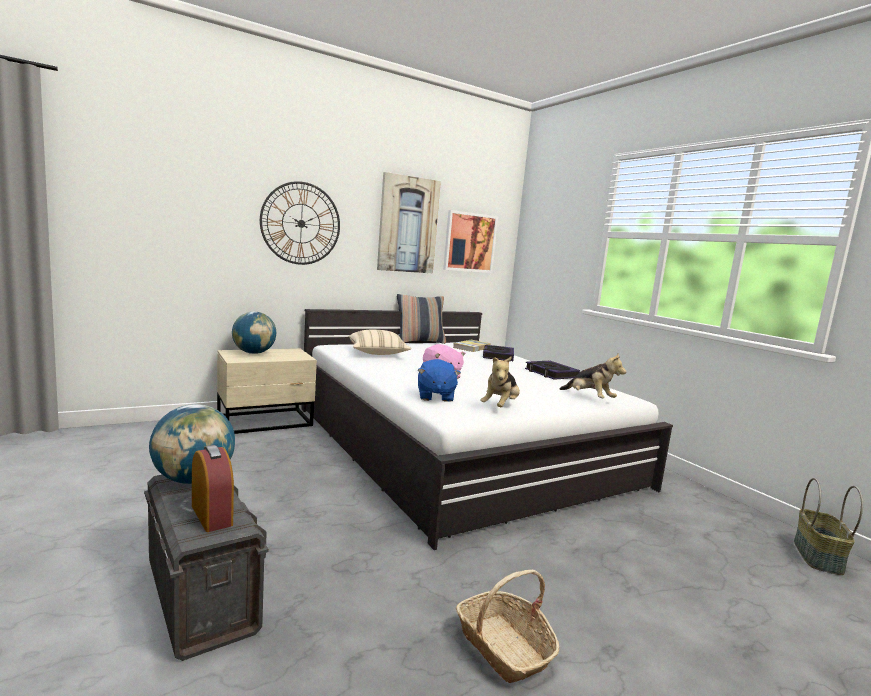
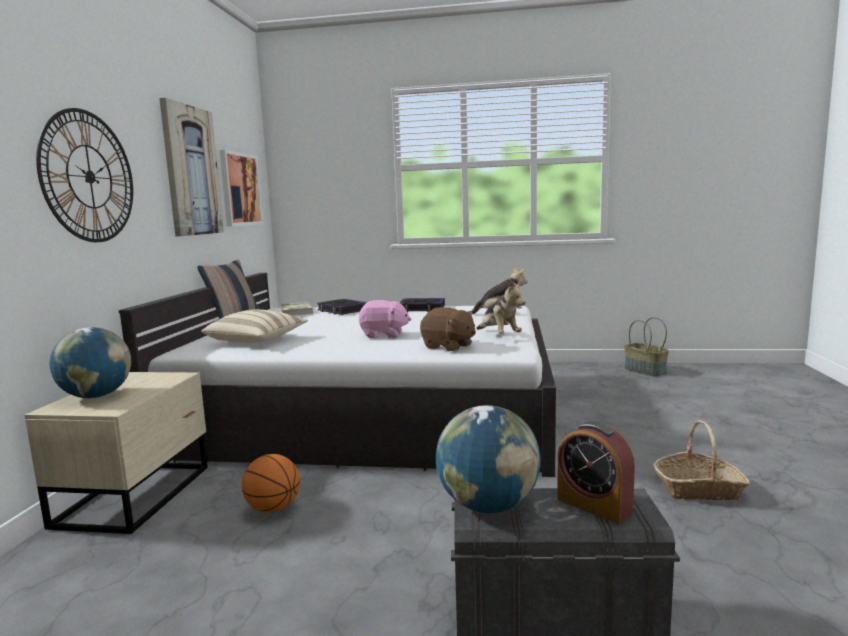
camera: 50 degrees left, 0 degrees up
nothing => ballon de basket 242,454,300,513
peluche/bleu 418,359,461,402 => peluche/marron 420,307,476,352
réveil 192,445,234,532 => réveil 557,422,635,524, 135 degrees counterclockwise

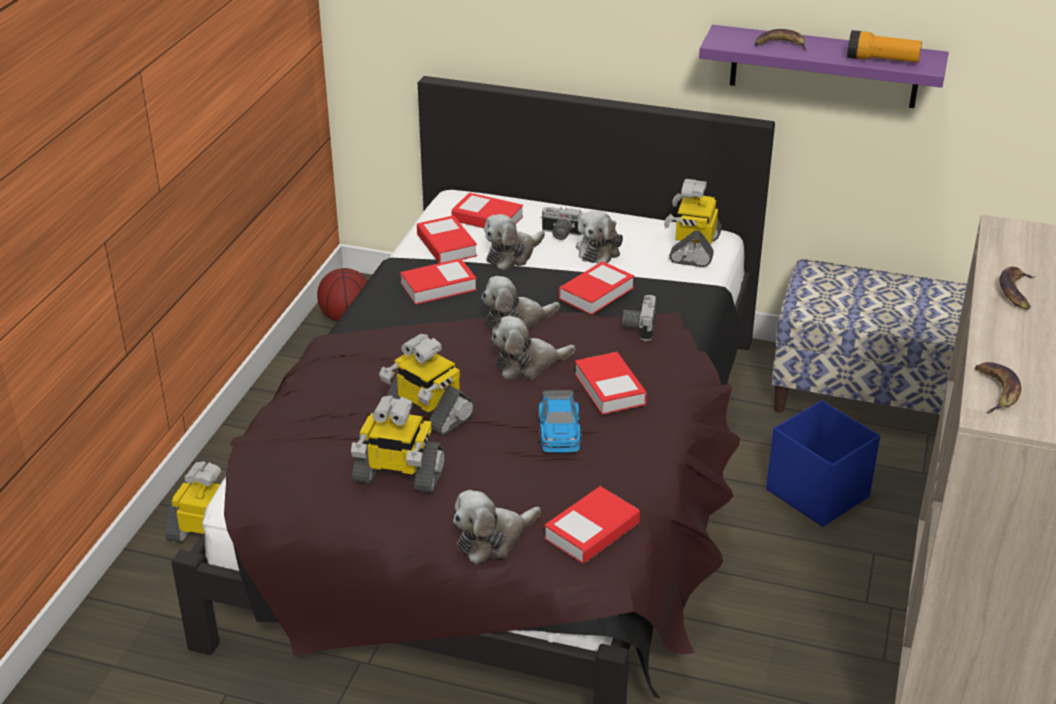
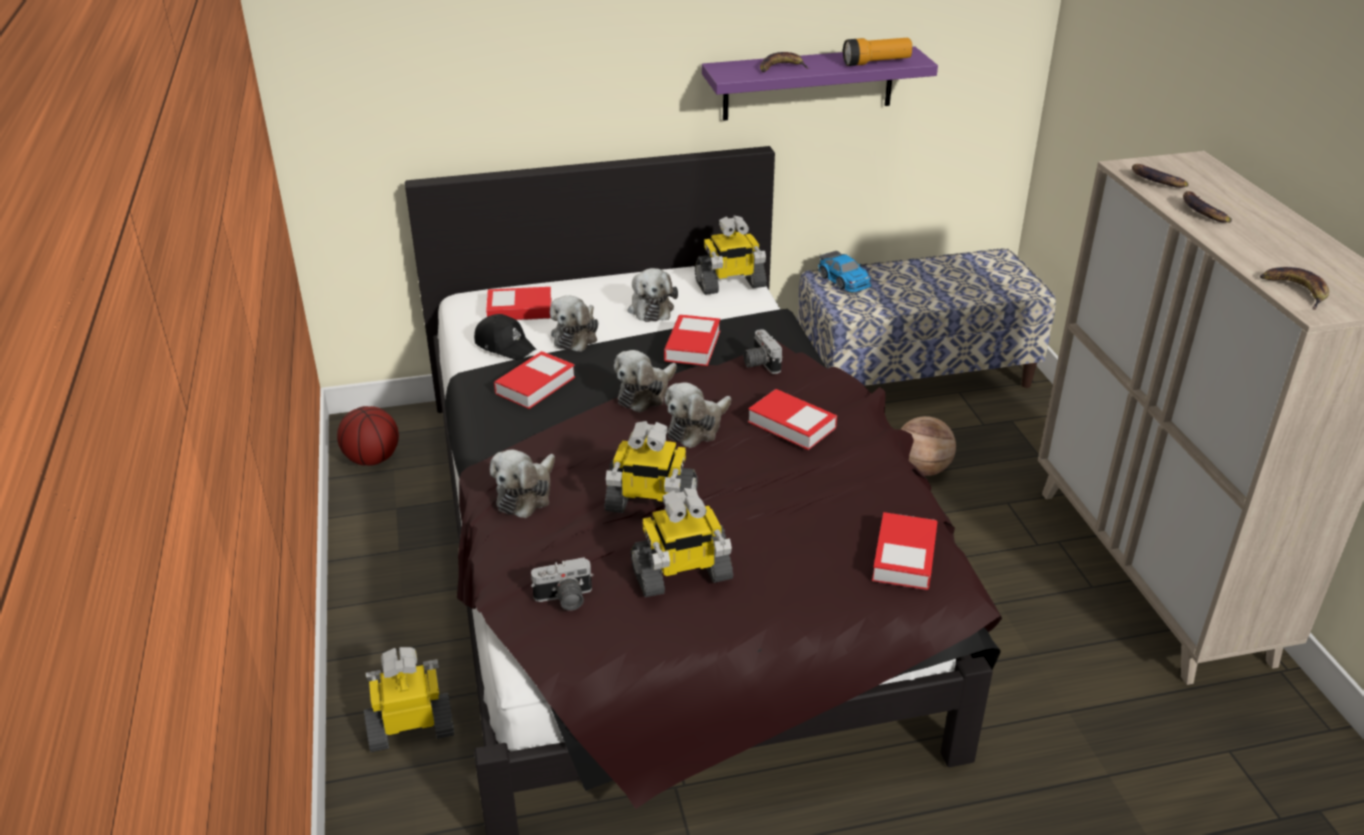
camera: 30 degrees left, 0 degrees up
livre 417,215,477,263 => casquette/noir 474,314,536,360
peluche 453,490,541,564 => peluche 490,450,555,518, move
appareil photo 540,207,583,240 => appareil photo 531,557,594,611, move
robot jouet 664,179,722,267 => robot jouet 695,215,767,295, 90 degrees counterclockwise
petite voiture 538,390,581,453 => petite voiture 818,251,872,293, move
boîte de rangement/bleu 766,400,880,527 => ballon de basket 901,416,956,476
nothing => banane 1132,164,1188,188

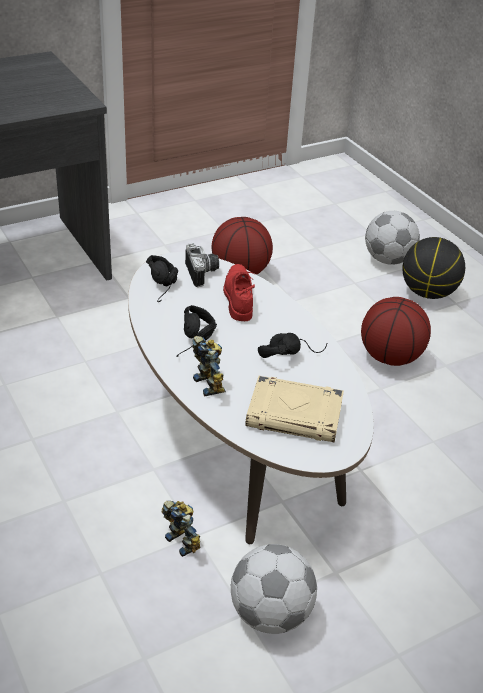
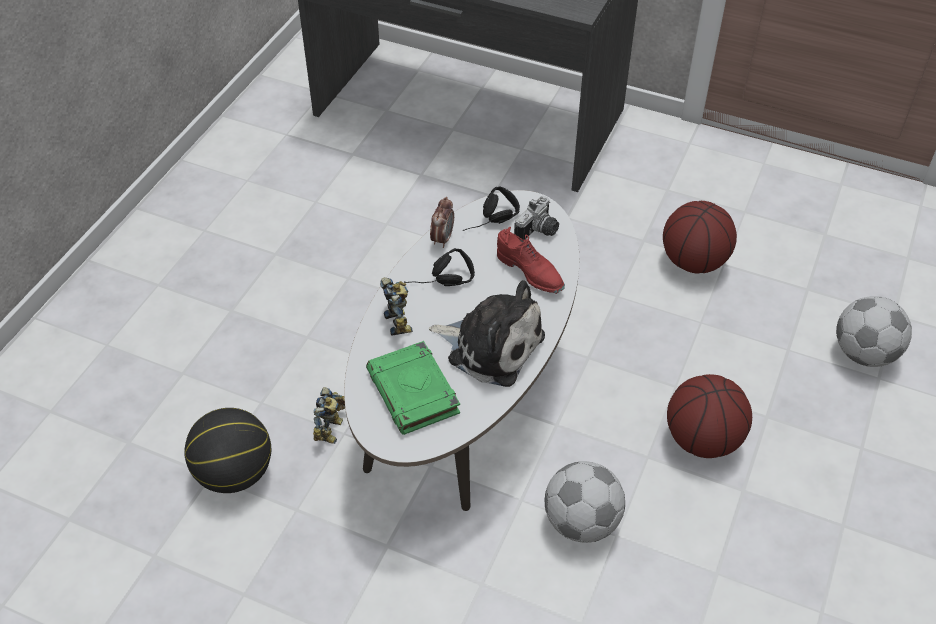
camera: 55 degrees right, 10 degrees up
ballon de basket 402,237,465,299 => ballon de basket 184,408,271,493, move
livre/beige 245,376,344,442 => livre/vert 366,341,460,435
robot jouet 192,336,226,396 => robot jouet 380,277,413,336, 45 degrees counterclockwise
casque audio/noir 258,333,327,358 => peluche 429,280,545,387
nothing => réveil 430,197,454,248
chaussure/rouge 223,264,255,321 => chaussure/rouge 497,227,565,294, 90 degrees clockwise
ballon de foot 231,544,317,634 => ballon de foot 545,461,625,543, move

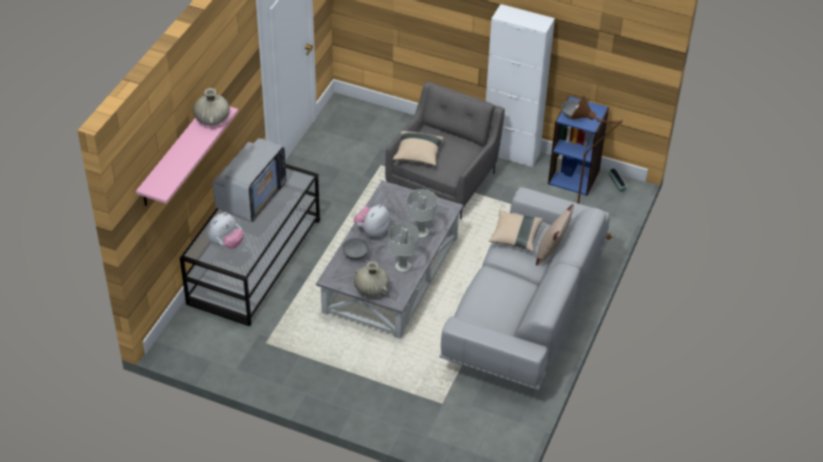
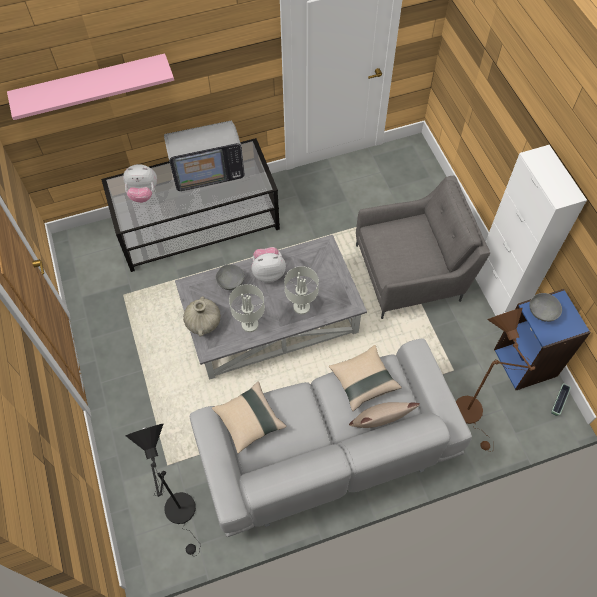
camera: 50 degrees right, 15 degrees up
nothing => lampadaire/noir 126,423,201,556
coussin/beige 393,131,444,166 => coussin/beige 212,381,287,454, move
vase/beige 193,88,230,126 => nothing

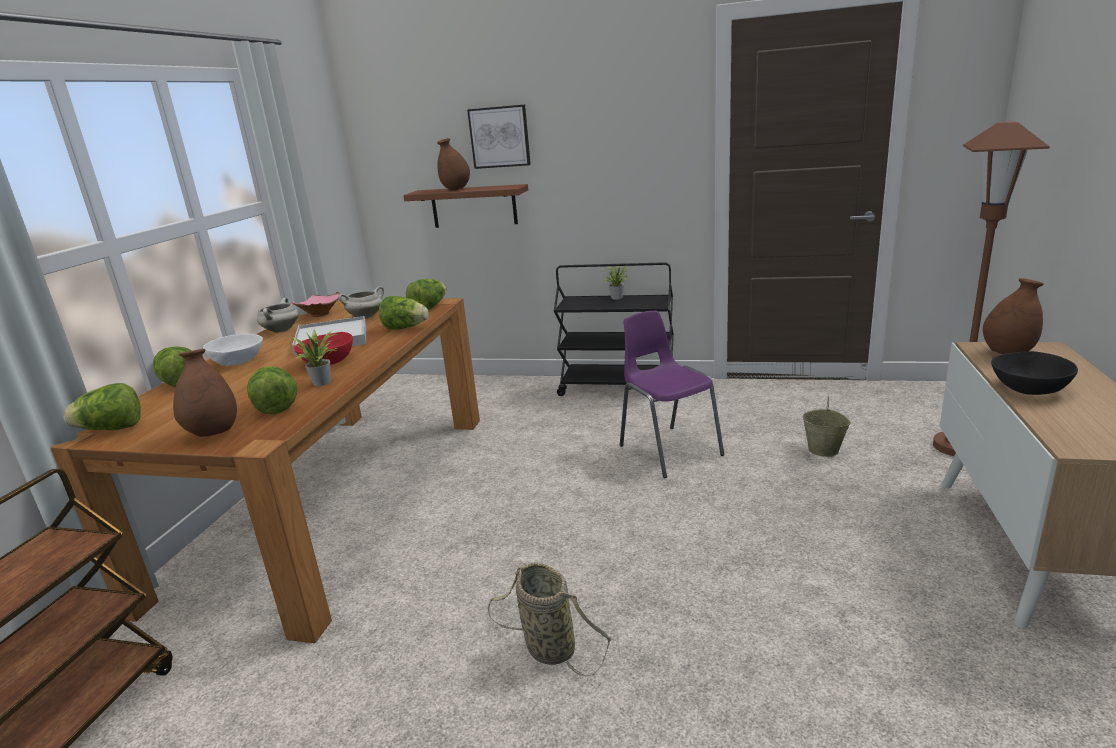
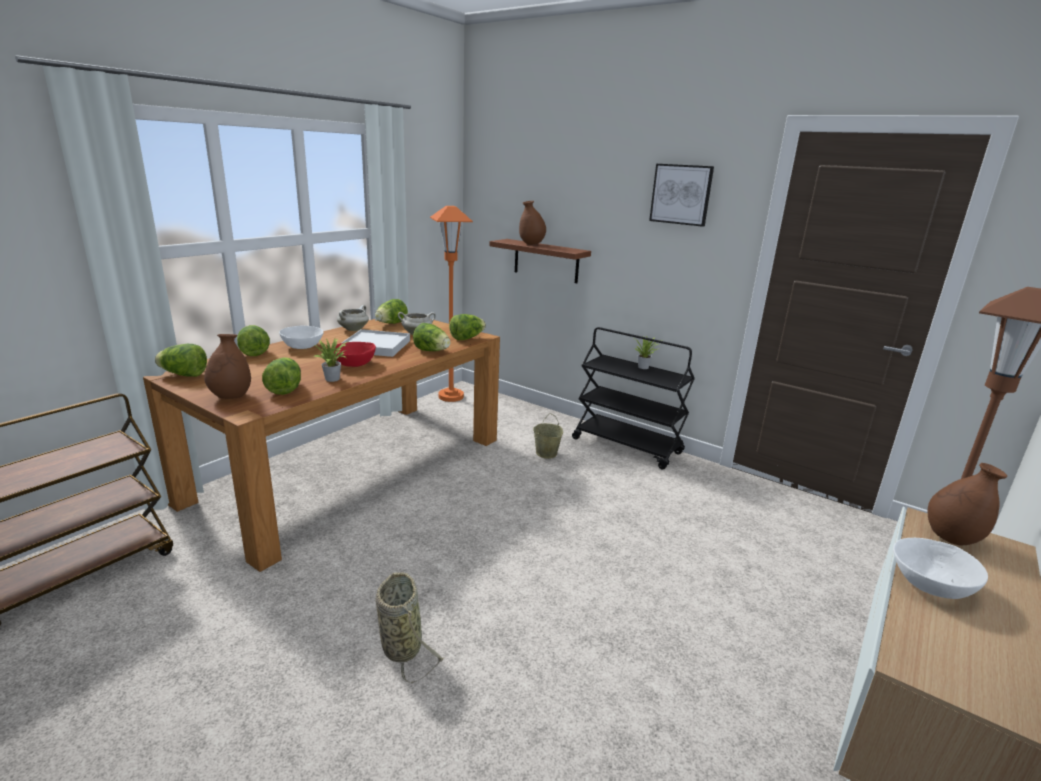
camera: 20 degrees right, 0 degrees up
bol/rose 292,292,340,317 => laitue 375,299,408,324
nothing => lampadaire/orange 430,206,473,402
seau/beige 802,396,851,457 => seau/beige 533,413,563,459, move
tableau 467,105,531,169 => tableau 649,164,714,227, move
bol/noir 991,351,1078,395 => bol/blanc 893,538,988,599
chaise/violet 620,311,724,478 => nothing

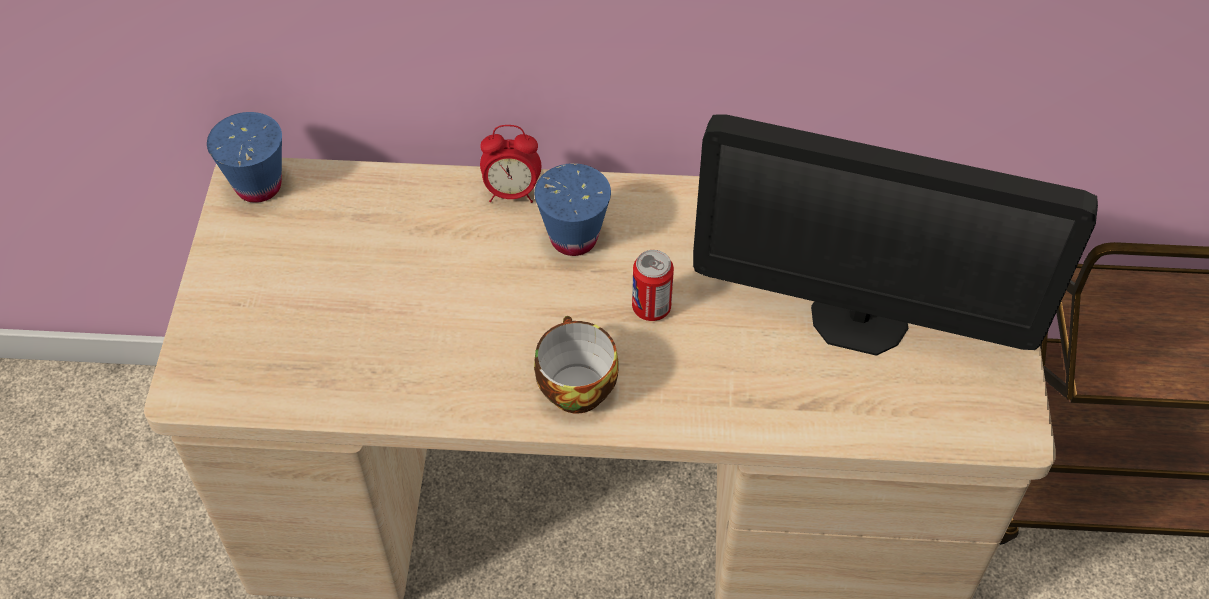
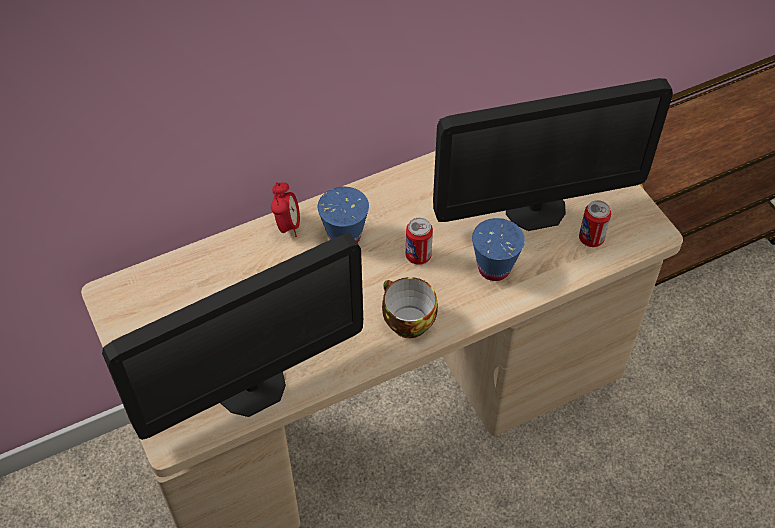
camera: 30 degrees left, 0 degrees up
nothing => écran d'ordinateur 102,233,363,440
réveil 480,125,541,203 => réveil 271,182,300,237, 60 degrees counterclockwise
tasse/bleu 207,112,282,203 => tasse/bleu 472,218,525,281, move
nothing => boîte métallique 579,200,611,247

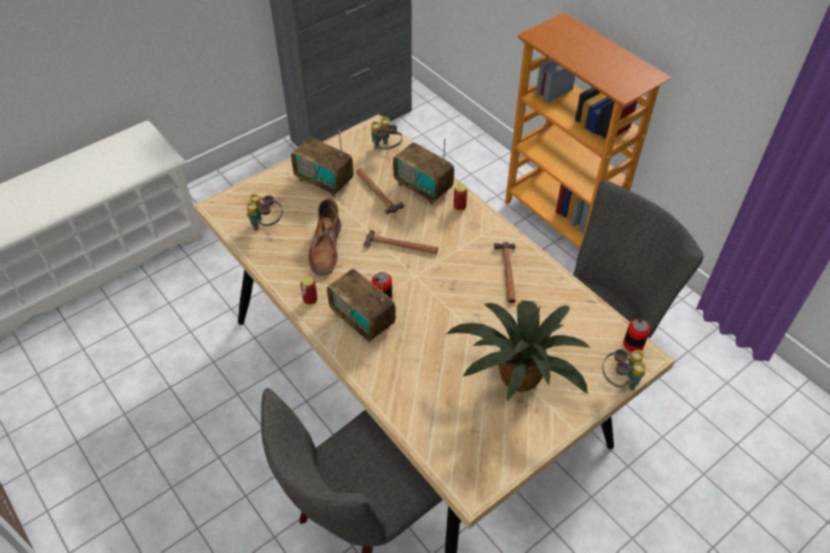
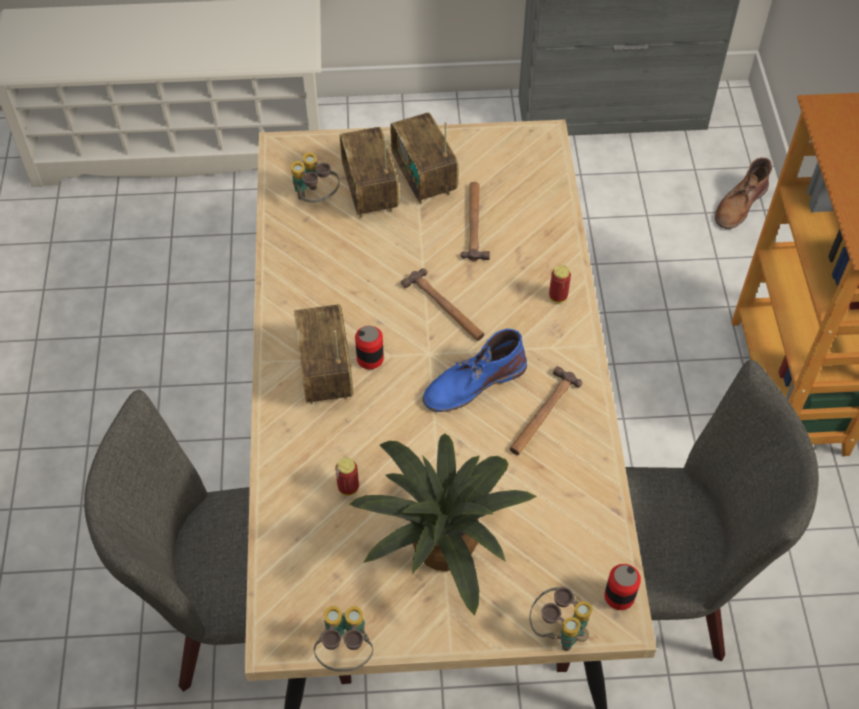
camera: 35 degrees right, 5 degrees up
jumelles 371,117,402,150 => jumelles 314,606,373,672, move
boîte métallique 300,277,317,305 => boîte métallique 335,458,359,496, move
radio 393,139,454,205 => radio 340,127,399,218, move
nothing => botte/bleu 423,329,527,412
botte/marron 309,199,341,276 => botte/marron 715,158,772,229, move

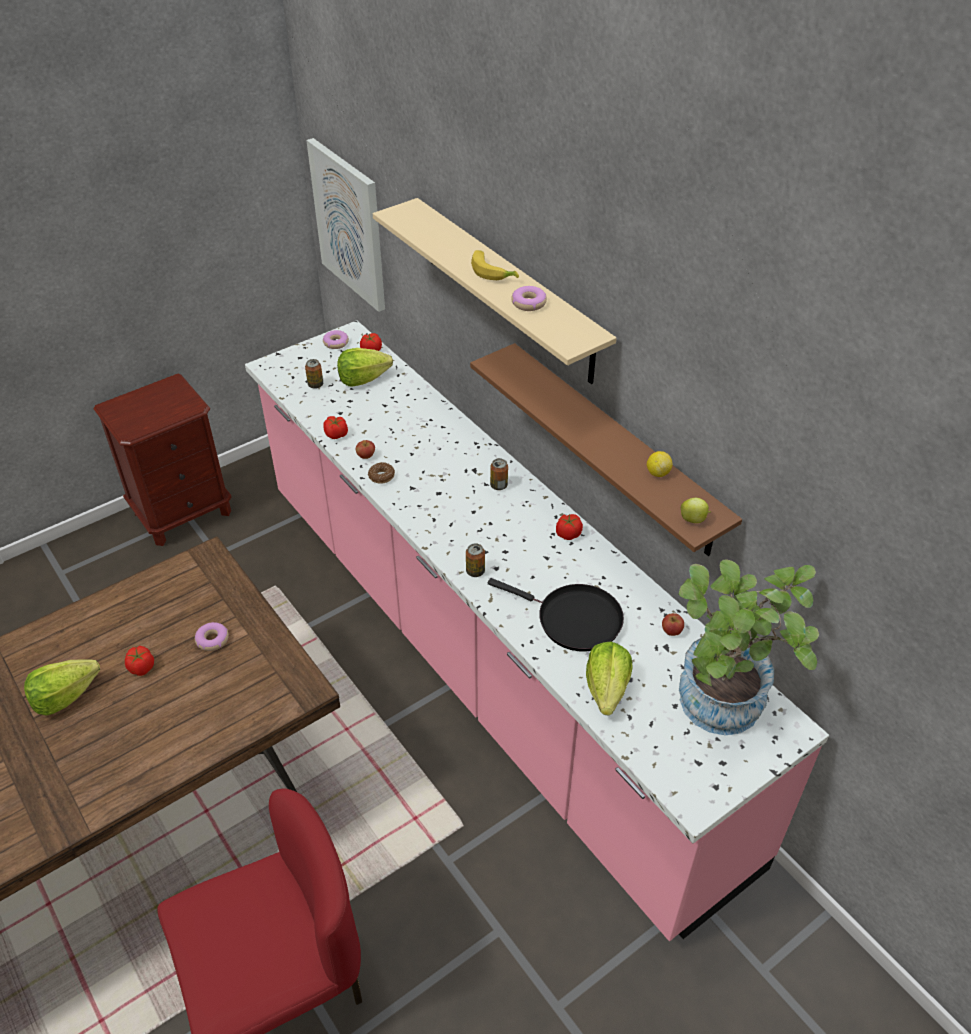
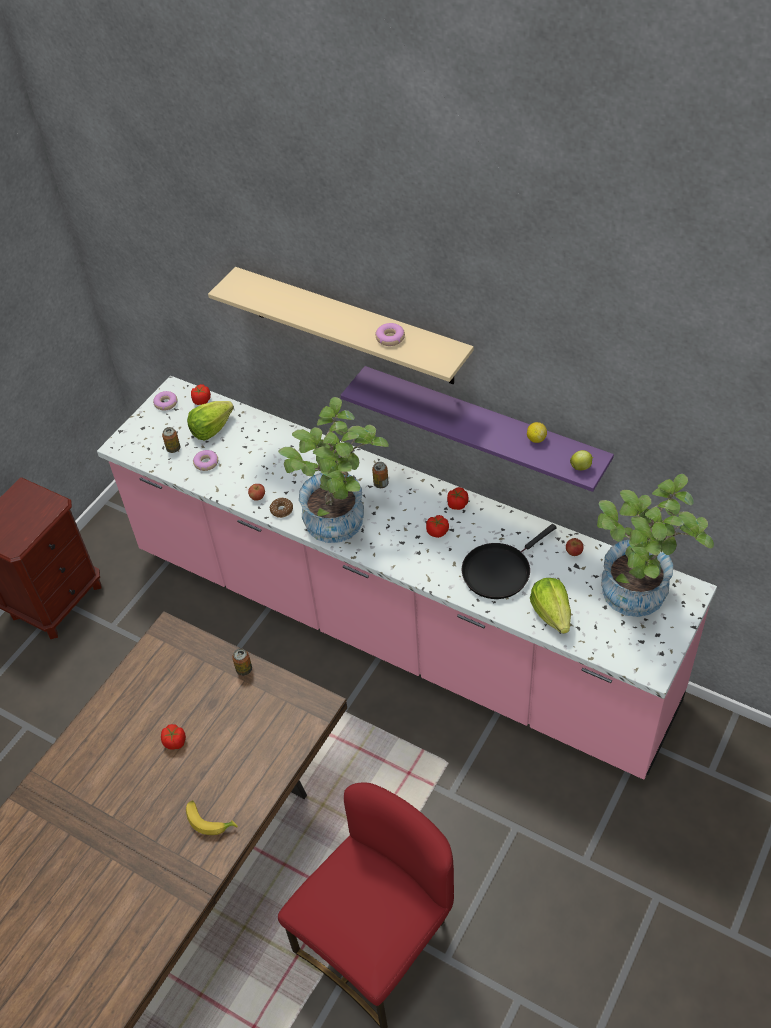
camera: 20 degrees left, 5 degrees up
banane 471,250,519,280 => banane 186,801,238,835, move
beignet 195,622,229,651 => beignet 193,450,218,471, move
boîte métallique 466,543,485,577 => boîte métallique 232,648,252,676, move
nothing => plante en pot 278,397,389,543
étagère/marron 470,343,742,556 => étagère/violet 340,366,614,492
tomate 323,416,348,439 => tomate 426,515,449,538, move
poêle/noir 488,578,624,652 => poêle/noir 462,524,557,599, 135 degrees clockwise
laitue 24,660,100,716 => nothing
tableau 306,138,385,312 => nothing

